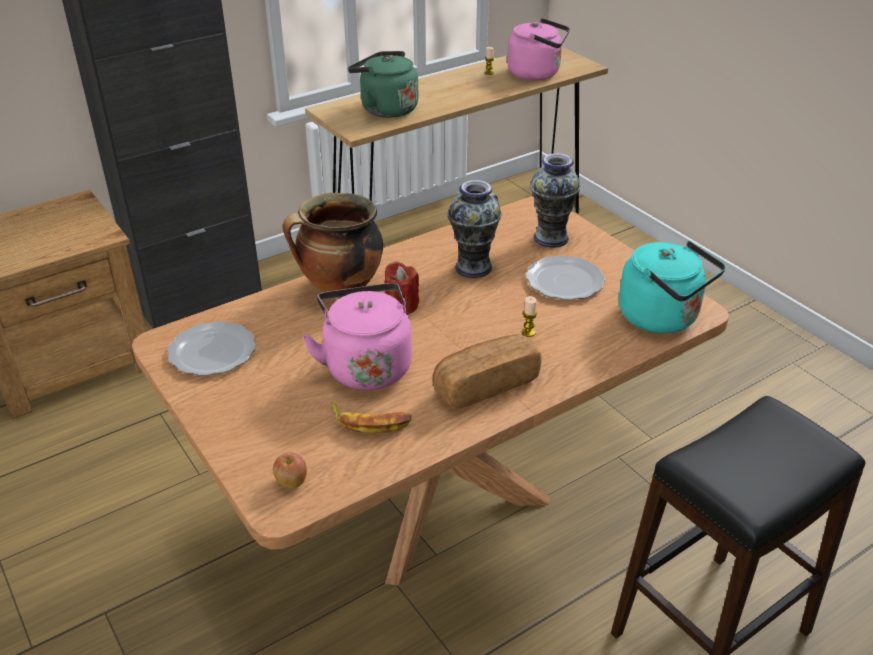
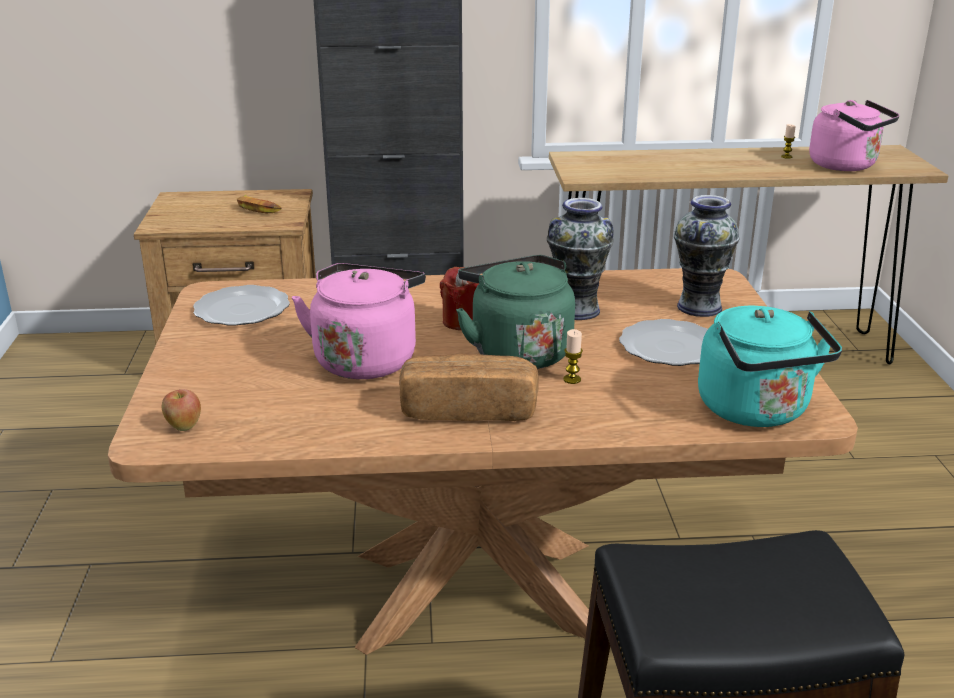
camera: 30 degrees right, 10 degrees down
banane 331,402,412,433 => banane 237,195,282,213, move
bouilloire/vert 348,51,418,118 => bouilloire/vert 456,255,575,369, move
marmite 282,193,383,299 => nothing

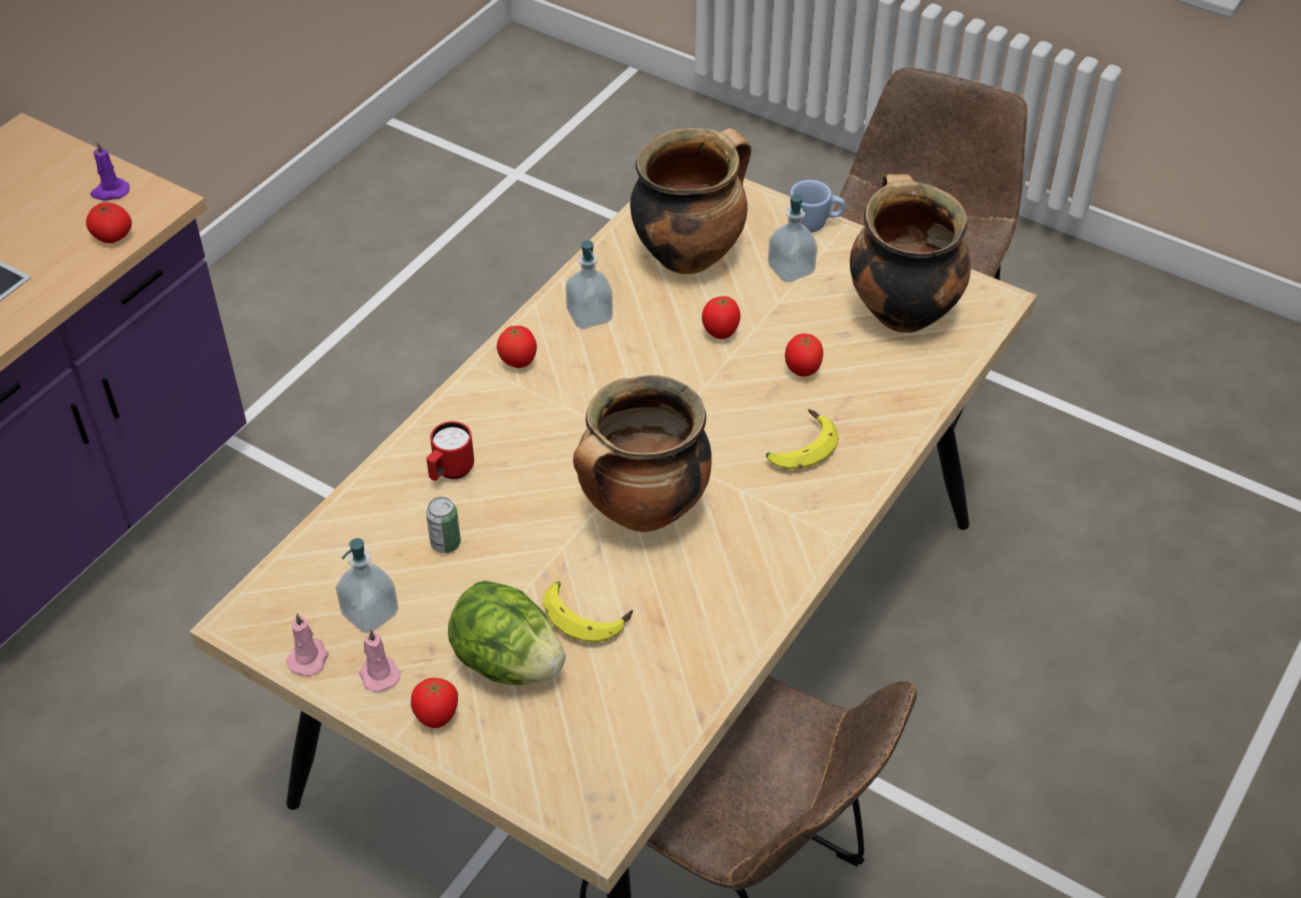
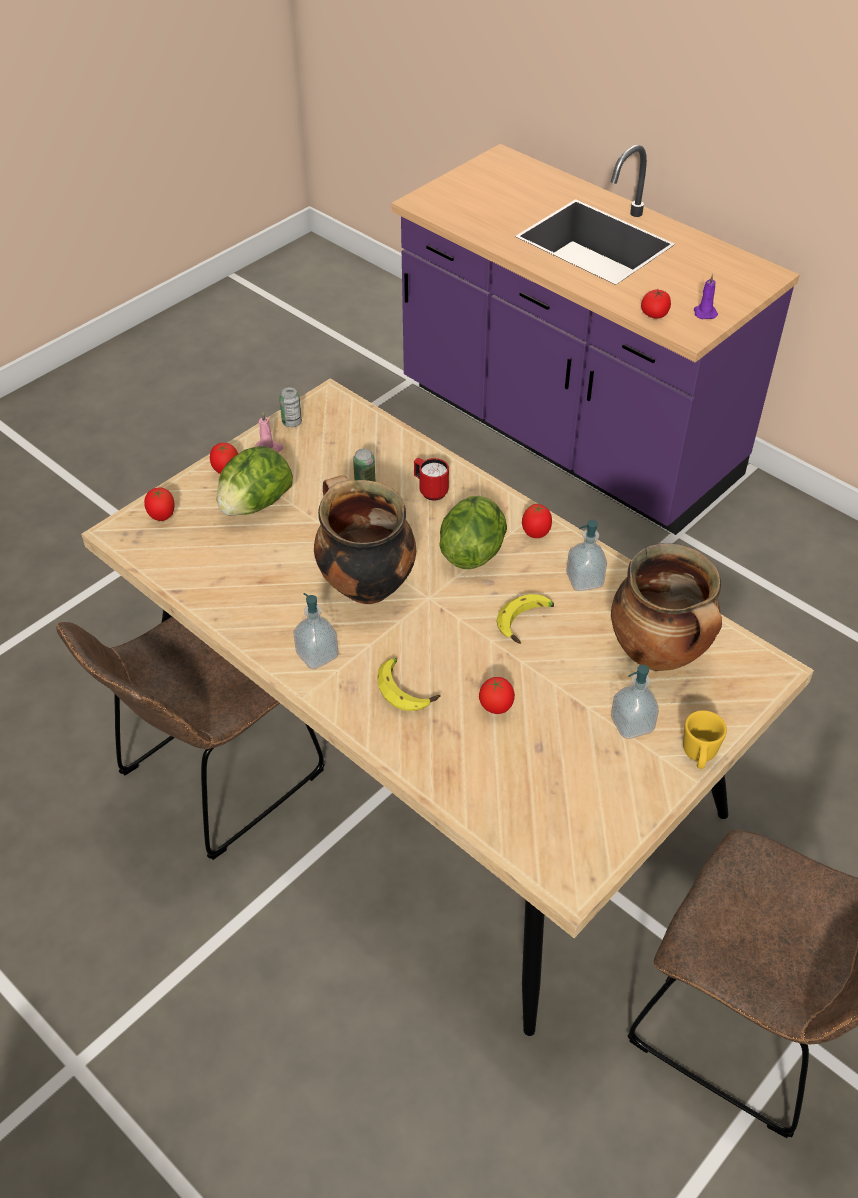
camera: 100 degrees right, 0 degrees up
tomate 702,296,741,339 => tomate 144,488,174,521, move
bougie/rose 286,613,329,676 => boîte métallique 279,388,302,427
distributeur de savon 336,538,398,633 => distributeur de savon 293,593,339,669, move
nothing => laitue 439,496,507,569
banane 543,581,633,643 => banane 497,594,554,644, move
mug/bleu 790,180,845,232 => mug/jaune 683,710,727,769
marmite 850,174,971,333 => nothing

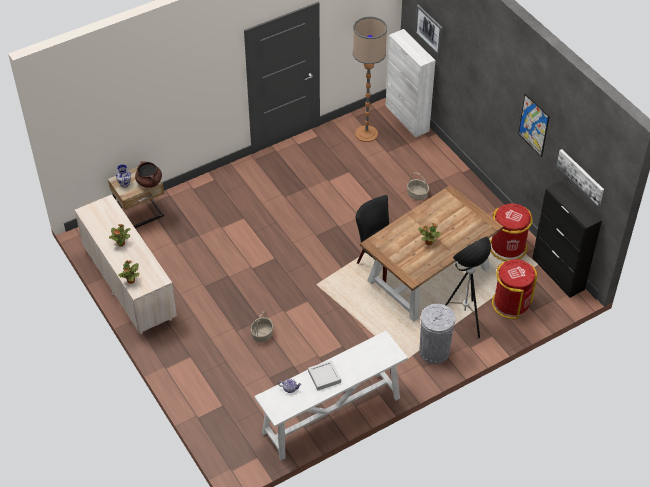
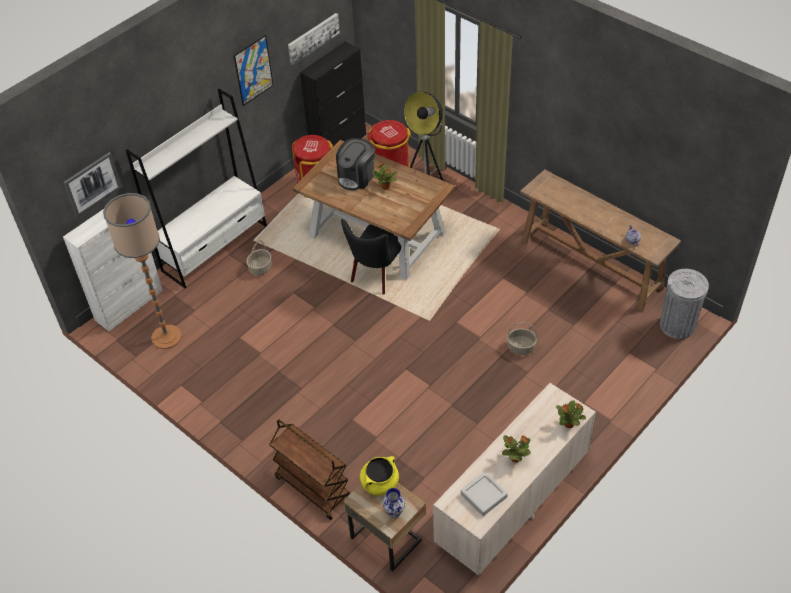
camera: 105 degrees left, 0 degrees up
nothing => bibliothèque/blanc 126,89,267,288
nothing => chariot/marron 269,419,350,520
nothing => machine à café 336,138,375,191
marmite/marron 135,161,162,188 => marmite/jaune 360,456,399,496
plateau/gris 308,360,341,391 => plateau/gris 461,472,508,516, move
table console/blanc 254,331,408,460 => table console/marron 520,169,681,311
poubelle/gris 419,304,456,364 => poubelle/gris 660,269,709,339, move

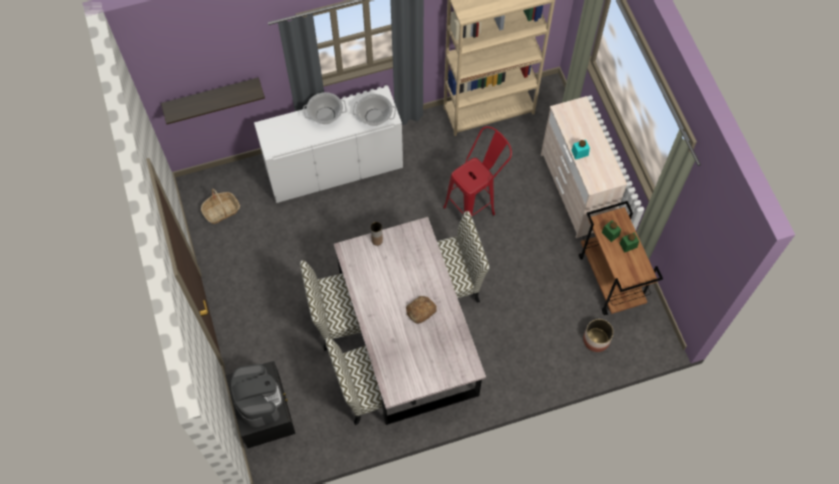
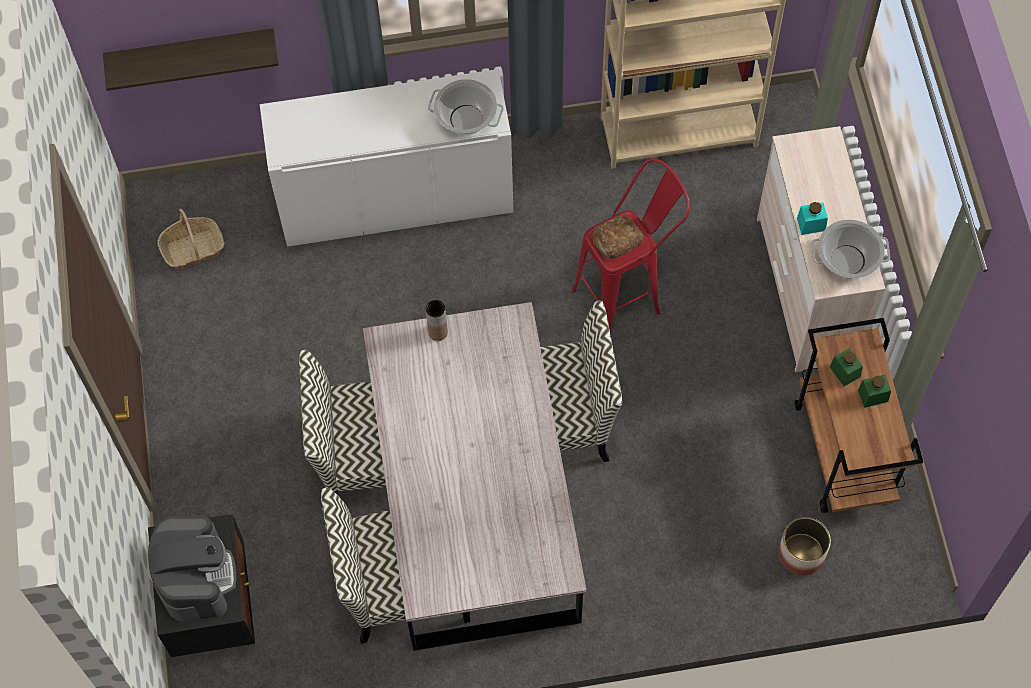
camera: 10 degrees right, 0 degrees up
pain 406,296,437,324 => pain 593,216,643,259, move
marmite 303,92,347,124 => marmite 811,220,890,278, move

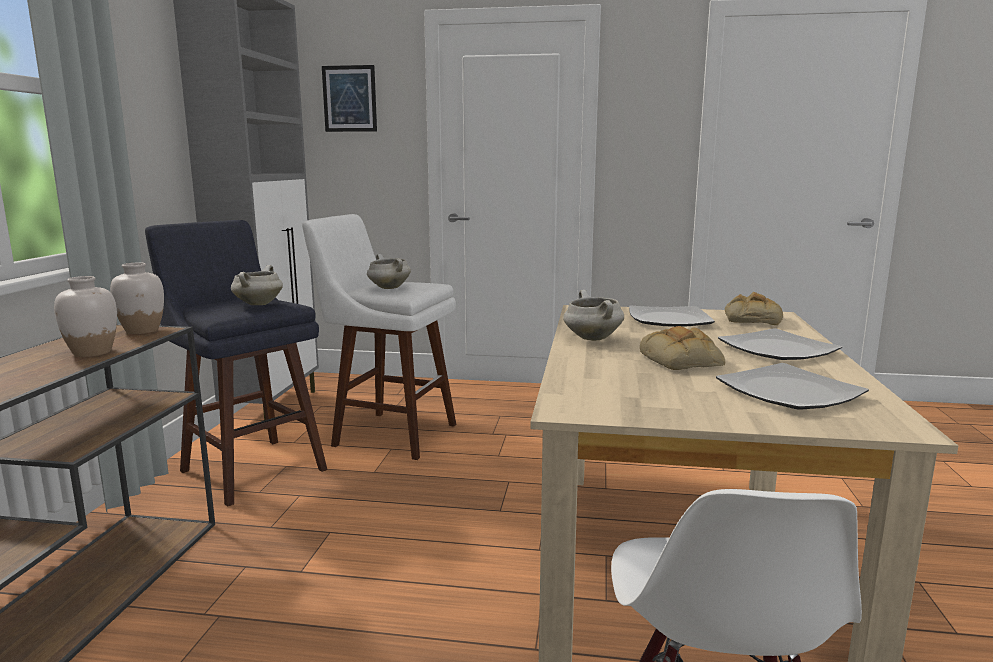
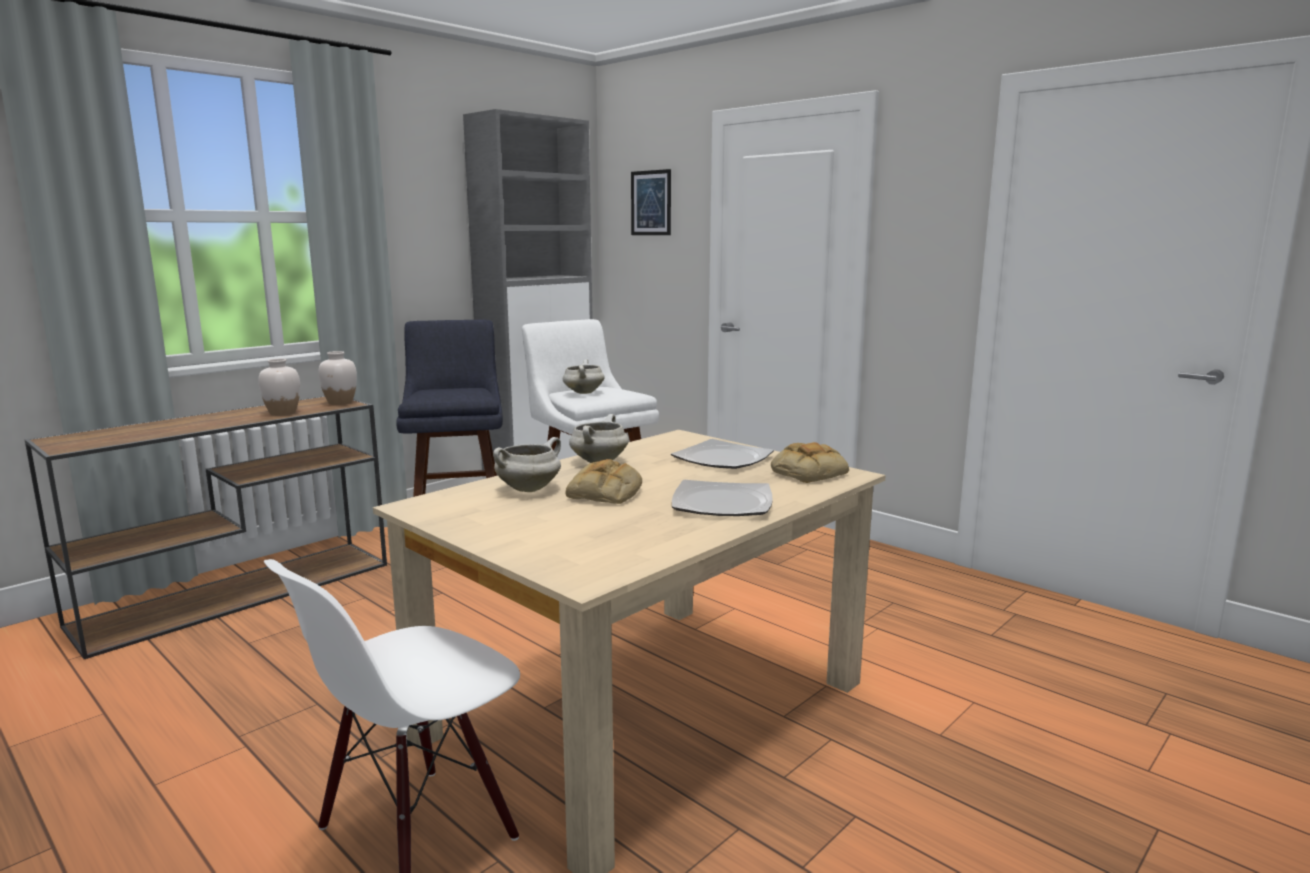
camera: 35 degrees right, 0 degrees up
marmite/blanc 231,265,283,305 => marmite/blanc 493,437,561,492, move
assiette 716,363,869,410 => nothing

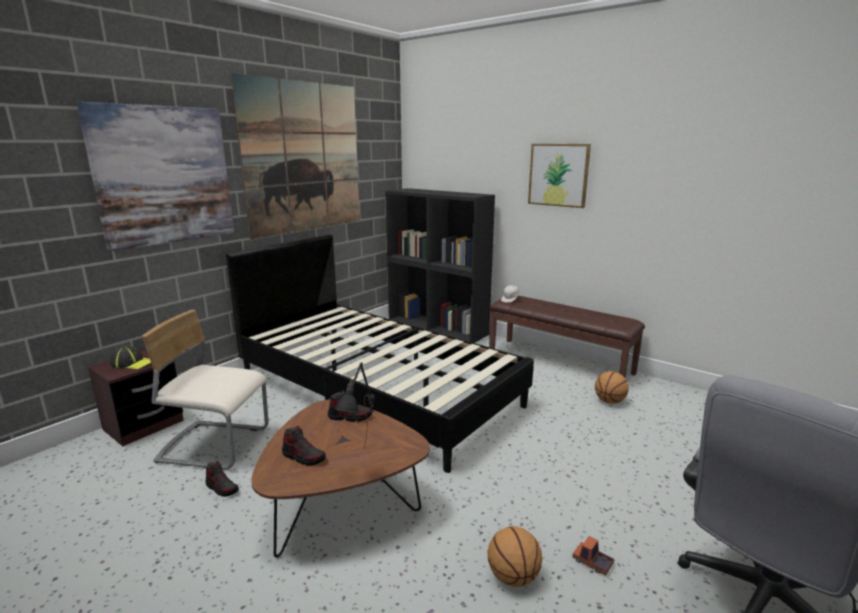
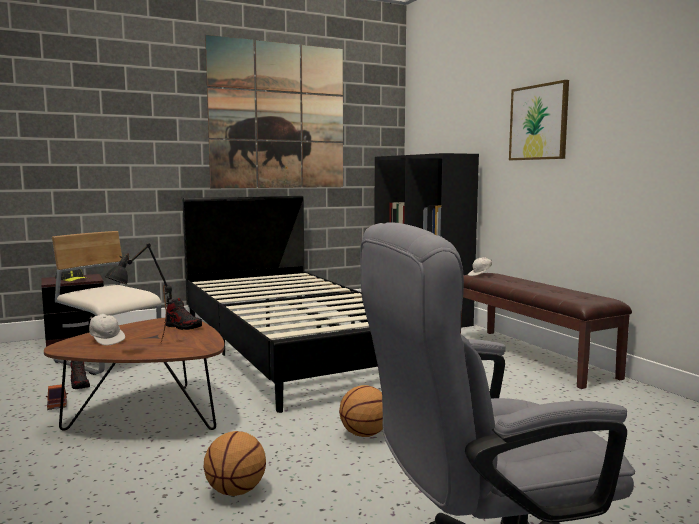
camera: 25 degrees right, 10 degrees down
camion jouet 572,536,614,575 => camion jouet 46,384,68,410, move
chaussure 282,426,326,465 => casquette/blanc 89,314,125,346
ballon de basket 595,371,629,404 => ballon de basket 339,385,383,437, move
tableau 77,102,234,252 => nothing

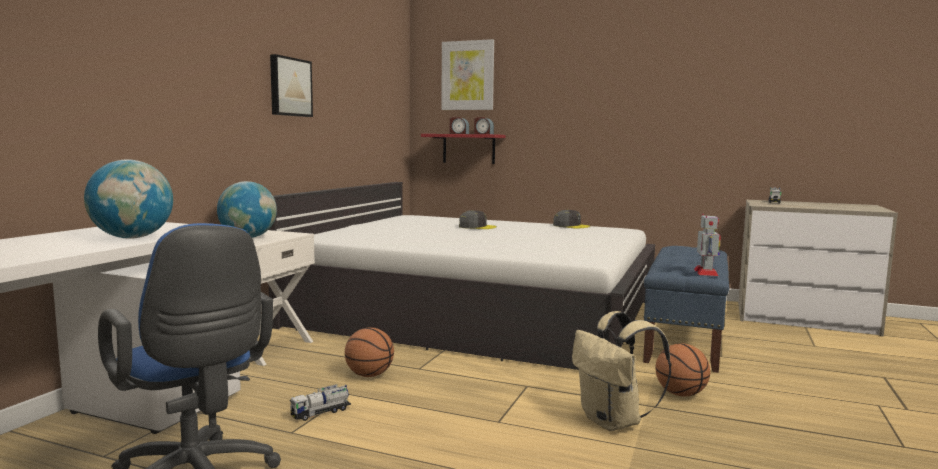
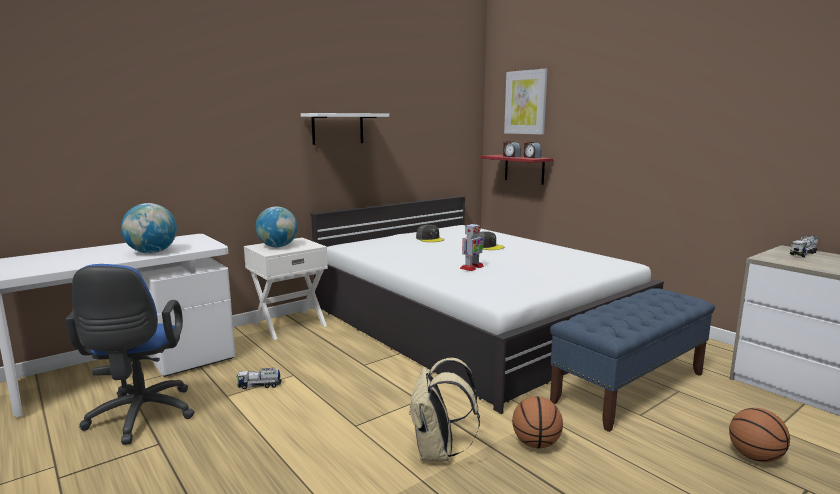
camera: 30 degrees right, 5 degrees up
tableau 270,54,313,117 => étagère/blanc 301,113,389,145
casquette/gris 553,209,590,228 => casquette/gris 416,225,444,242, move
robot jouet 694,214,721,276 => robot jouet 460,223,484,271, move
ballon de basket 345,327,394,377 => ballon de basket 729,408,790,462, move

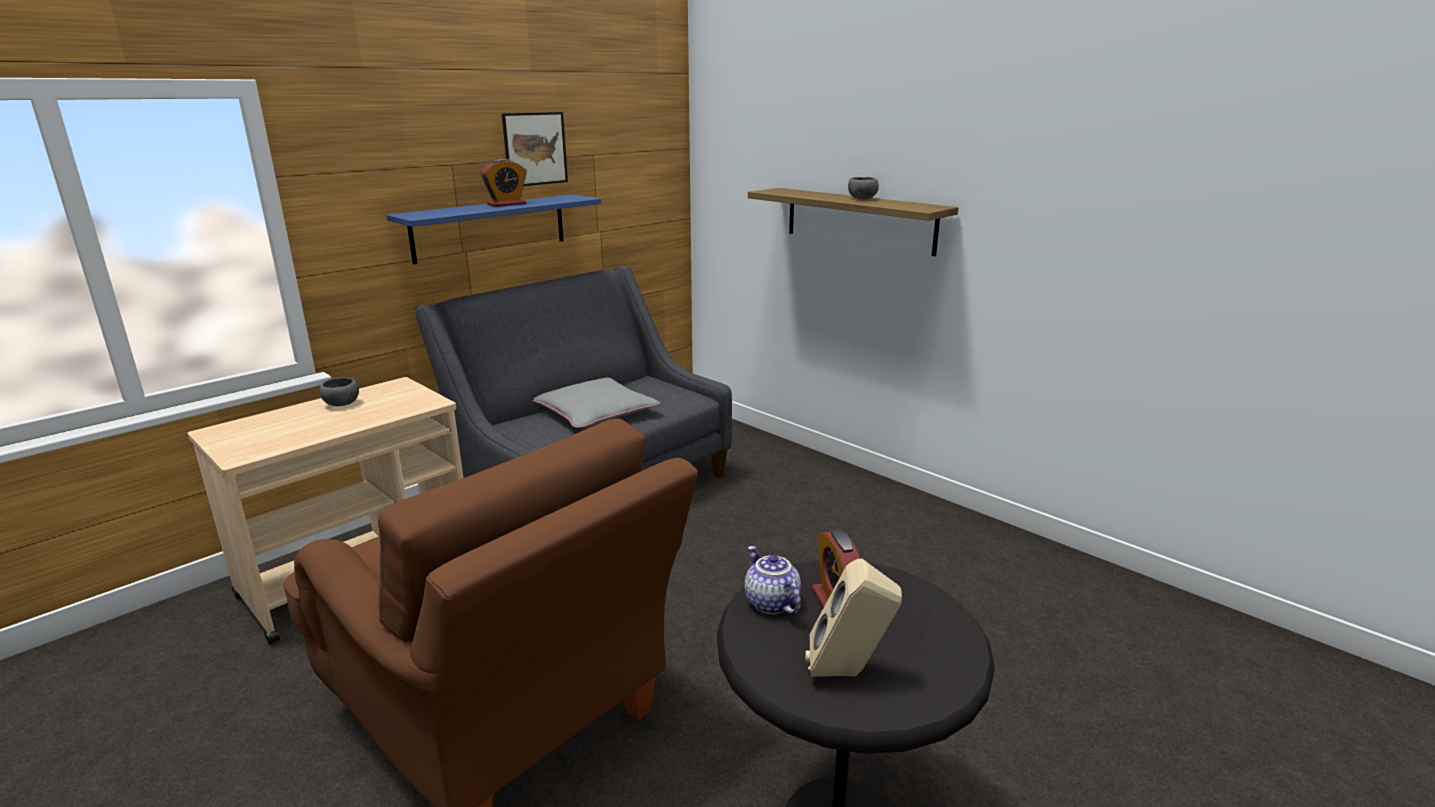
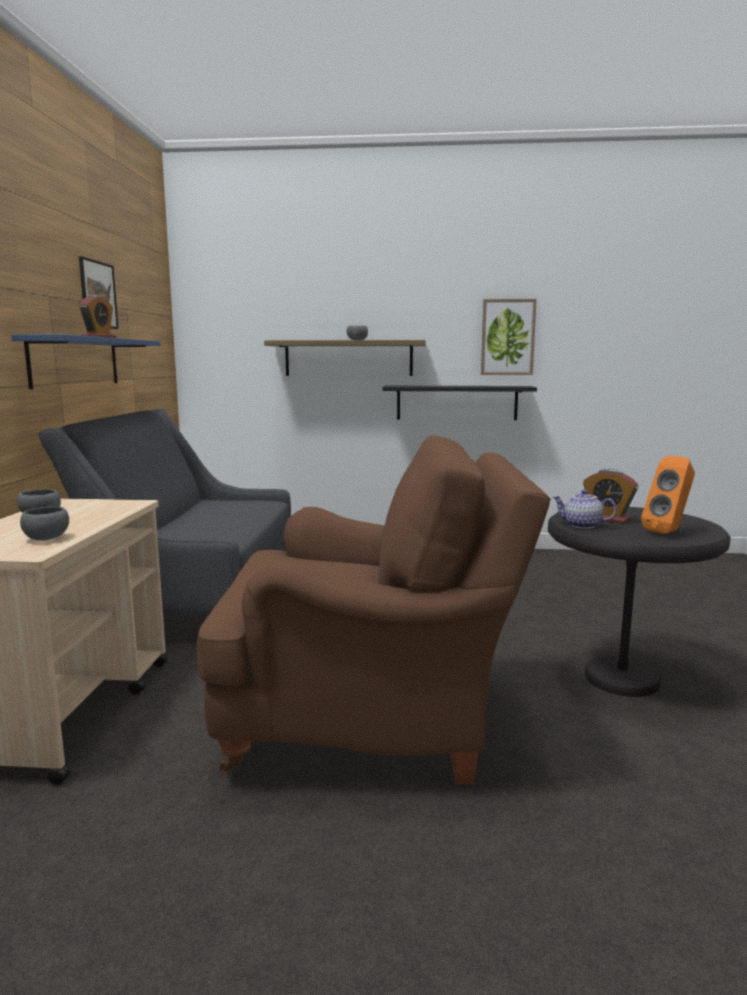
camera: 40 degrees left, 10 degrees down
nothing => bol/gris 20,506,69,541
nothing => étagère/noir 383,386,537,420
nothing => tableau 481,299,537,375
enceinte/beige 805,559,902,677 => enceinte/orange 641,456,695,534
coussin/gris 532,378,661,428 => nothing

